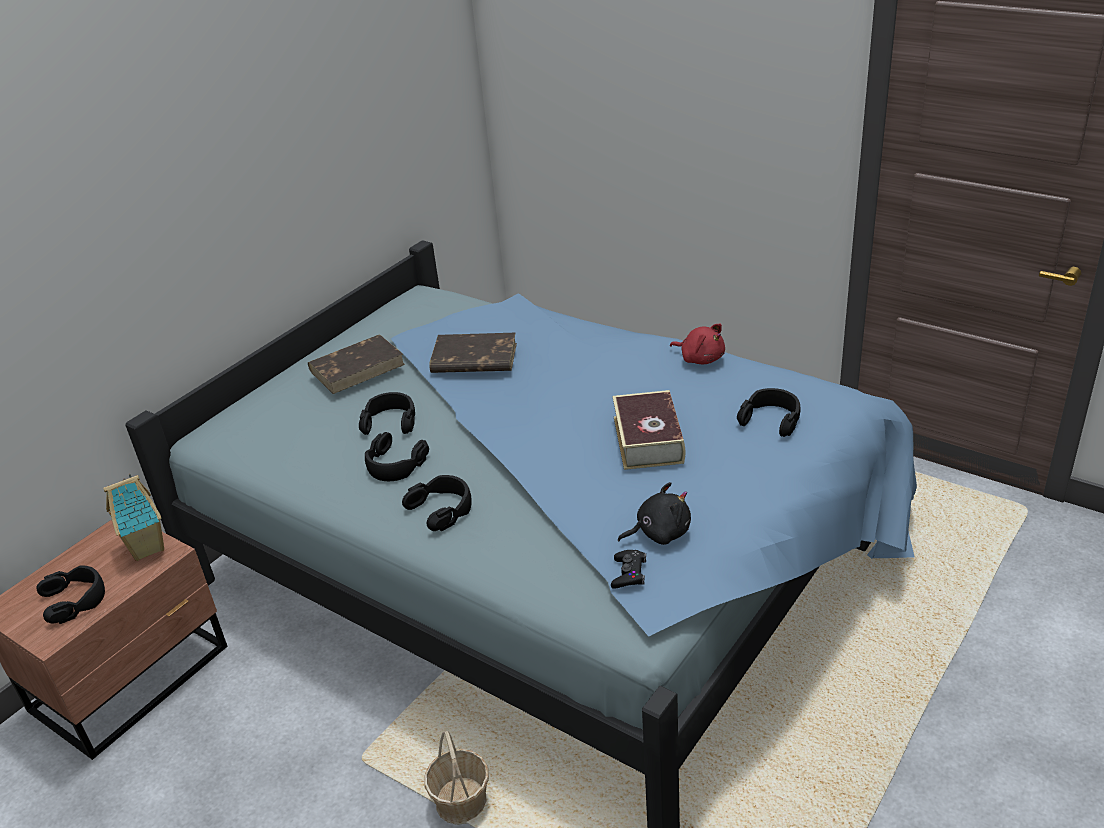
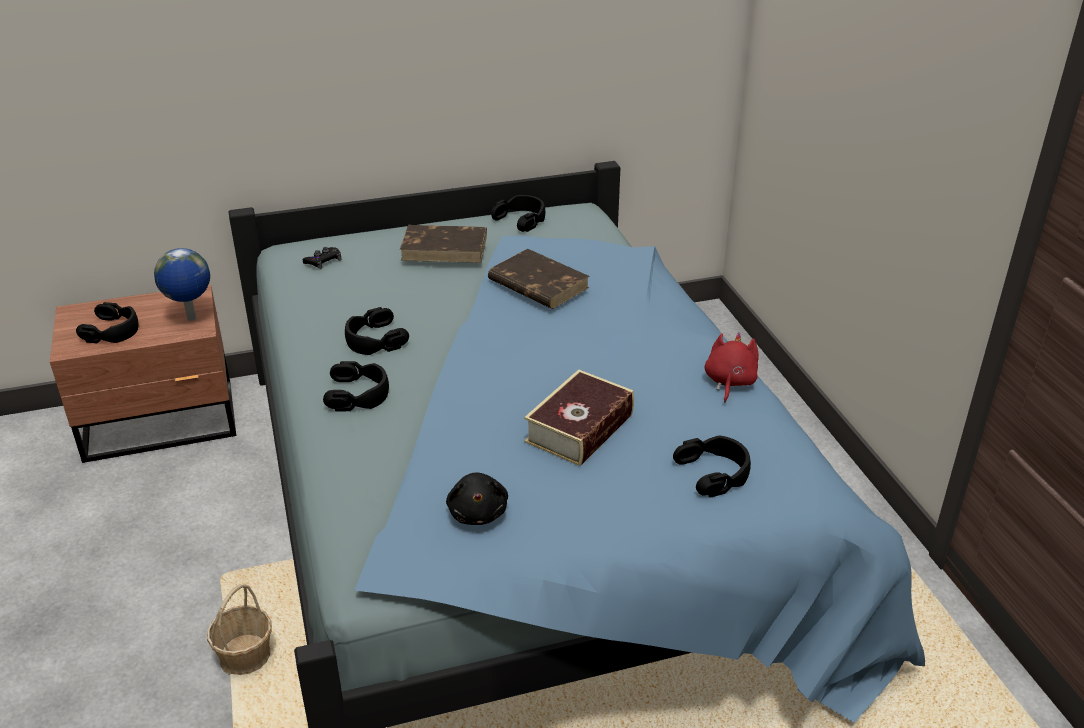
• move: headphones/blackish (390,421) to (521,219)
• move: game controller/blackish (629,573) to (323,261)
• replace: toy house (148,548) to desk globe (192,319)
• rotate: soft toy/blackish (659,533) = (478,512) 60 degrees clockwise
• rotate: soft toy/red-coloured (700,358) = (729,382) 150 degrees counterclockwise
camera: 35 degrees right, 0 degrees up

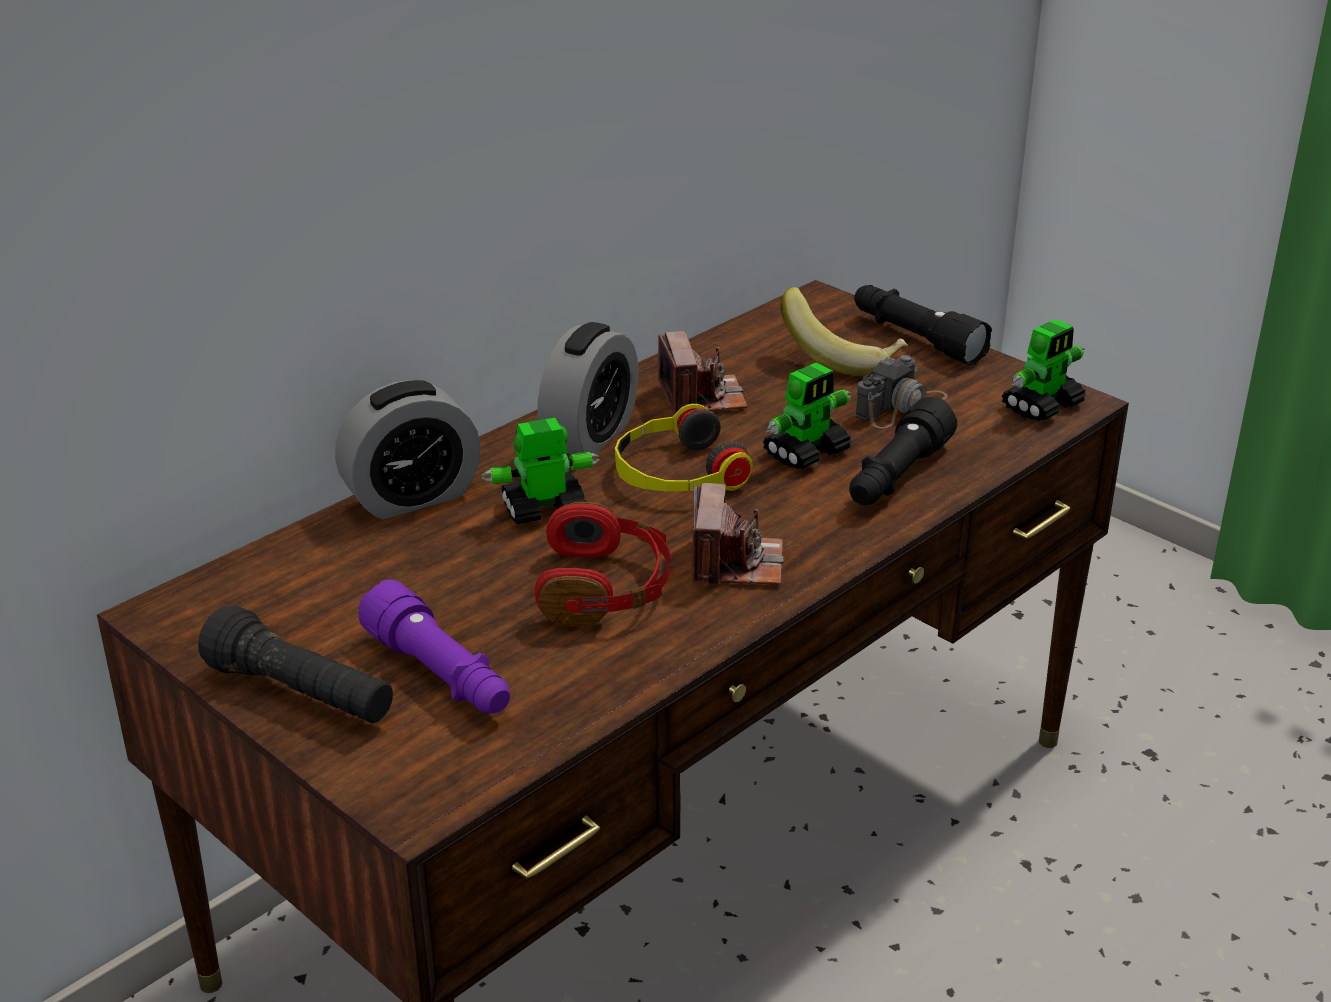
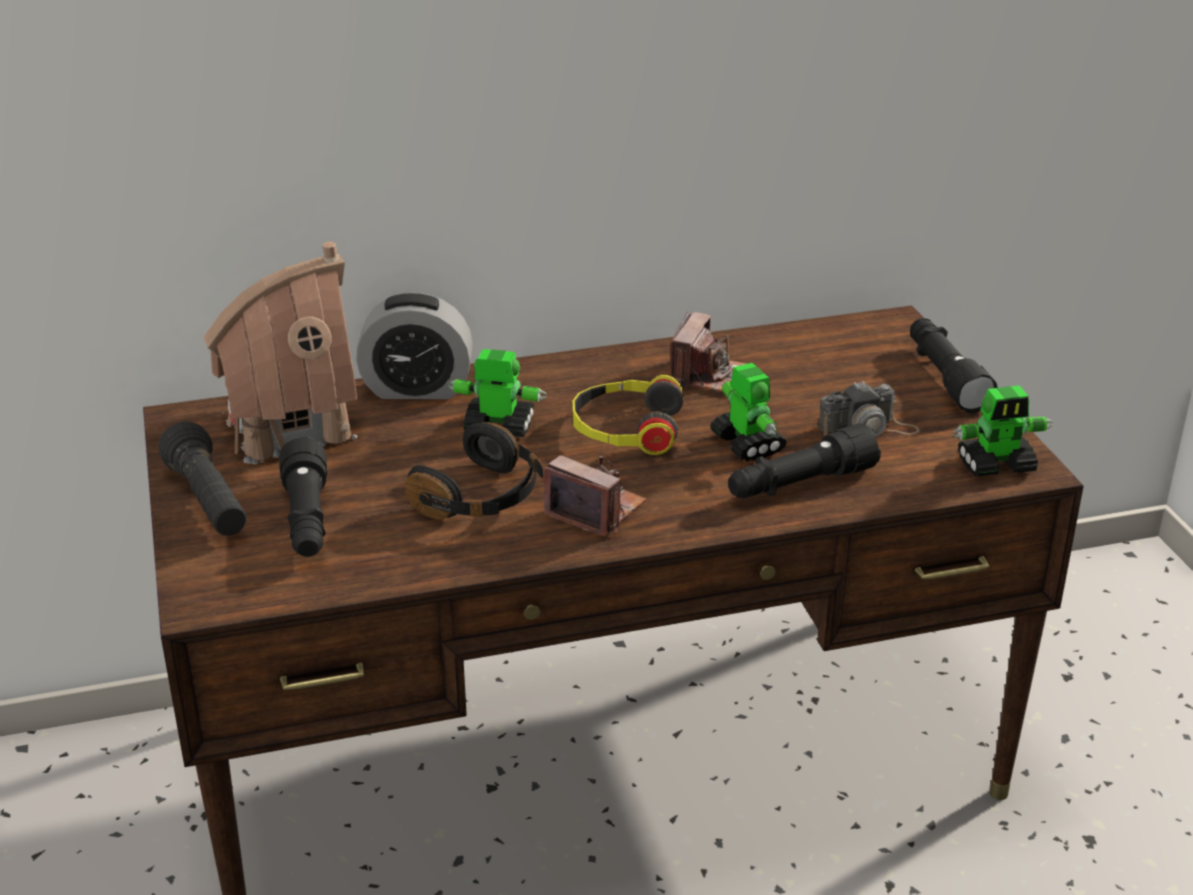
• delete: alarm clock (590,436)
• delete: banana fruit (842,358)
• insert: toy house (290,426)
• recolor: flashlight/purple (440,675) to flashlight/blackish (307,520)
• recolor: headphones/red-coloured (606,588) to headphones/blackish (481,498)
• rotate: still camera (735,563) = (596,510) 90 degrees counterclockwise
• rotate: model robot (807,452) = (747,443) 105 degrees counterclockwise
camera: 30 degrees right, 0 degrees up

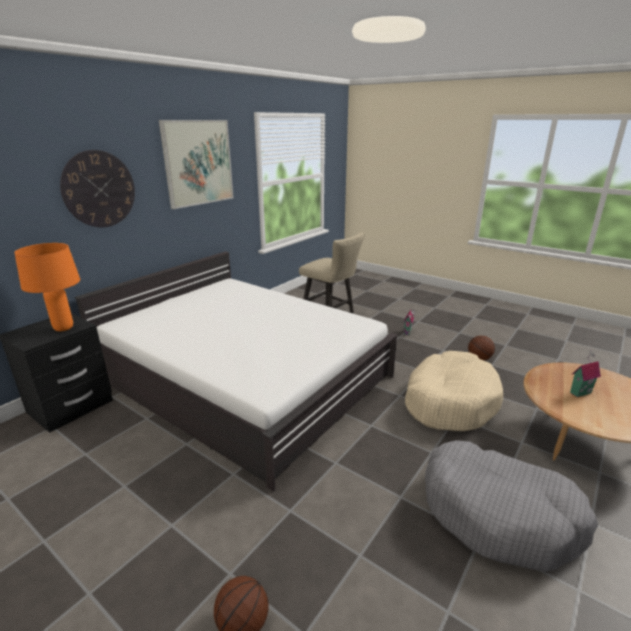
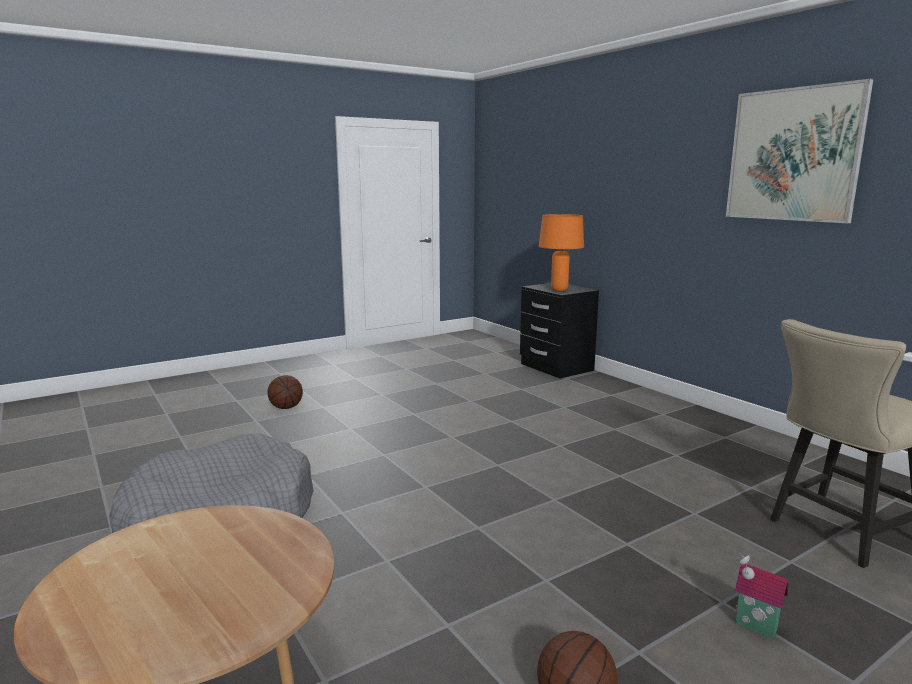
• delete: hanging clock (99,189)
• delete: bedroom bed/white-coloured (245,378)
• delete: dog bed/beige (449,401)
• delete: toy house (579,392)
camera: 110 degrees right, 10 degrees down

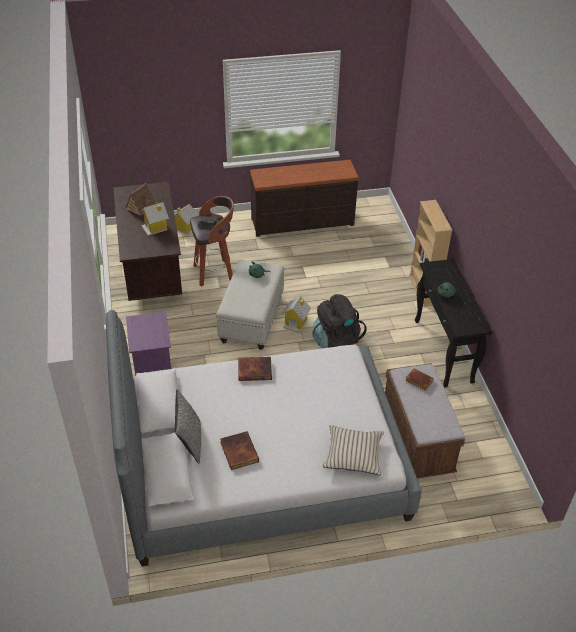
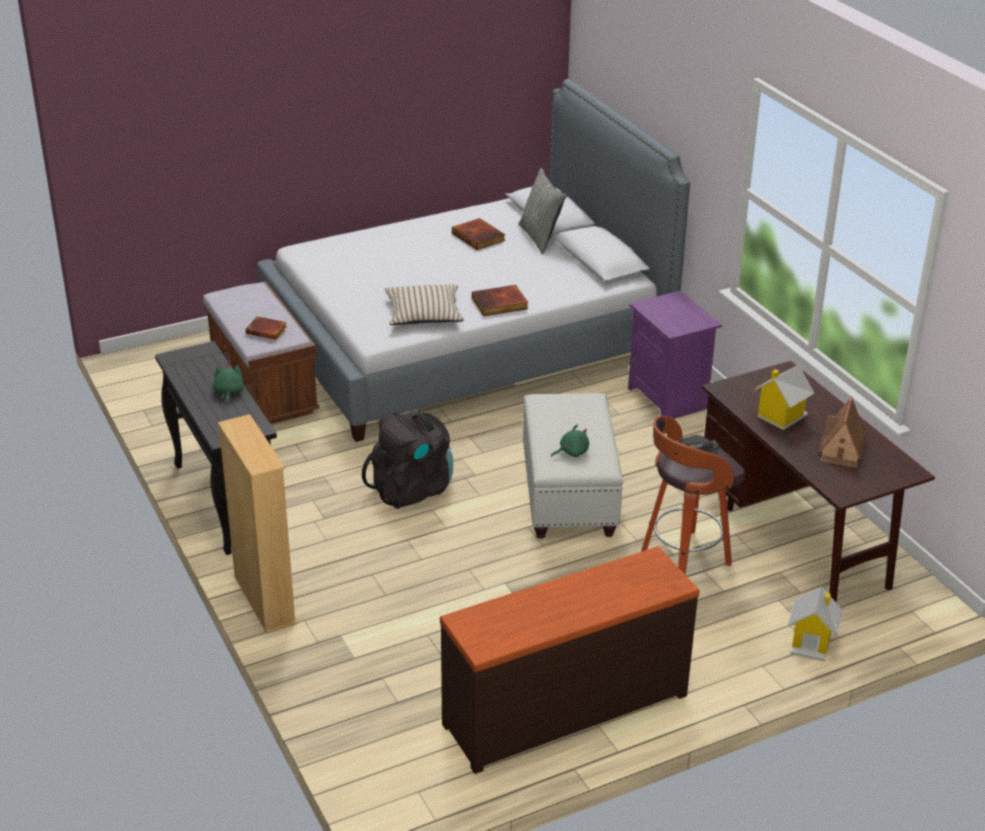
• delete: toy house (296,323)
• move: throw pillow/beige (353,454) to (424,313)
camera: 165 degrees right, 10 degrees down

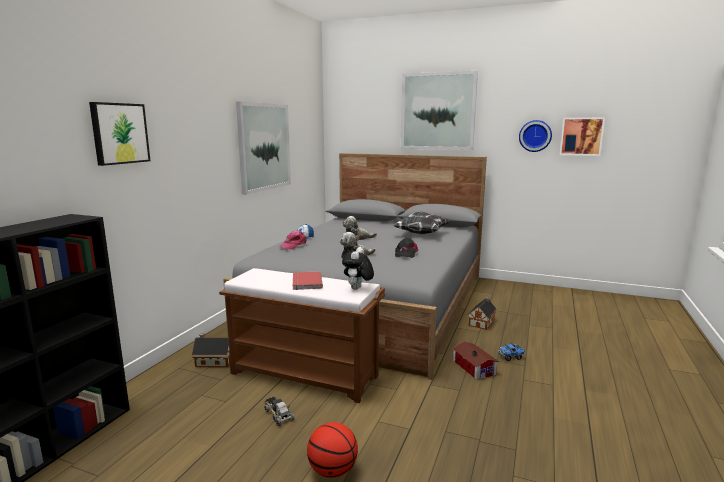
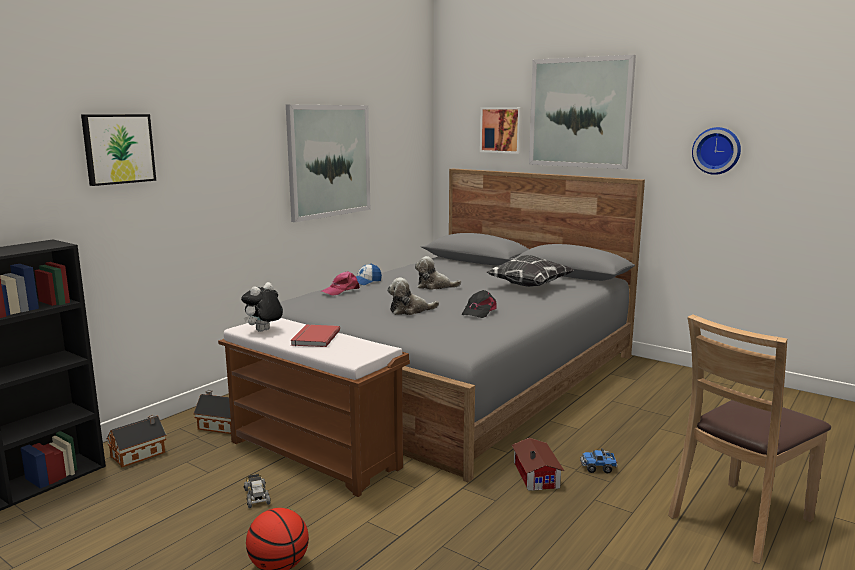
• insert: upright chair/brownish (740,519)
• move: soft toy (357,289) to (264,331)
• move: toy house (482,322) to (140,454)
• move: wall art (581,136) to (502,130)
camera: 15 degrees right, 0 degrees up

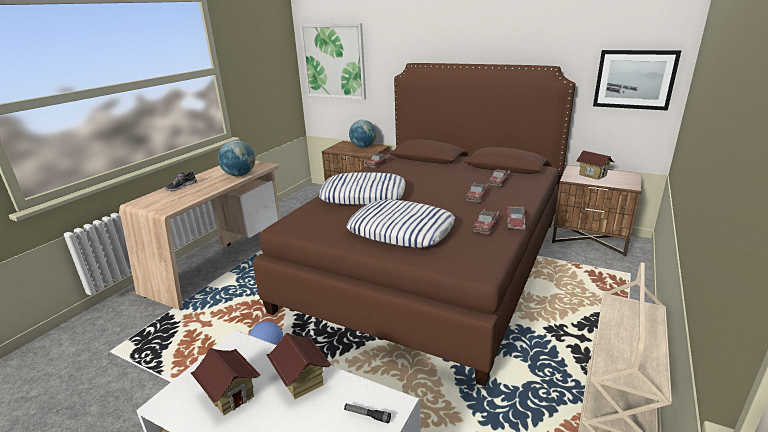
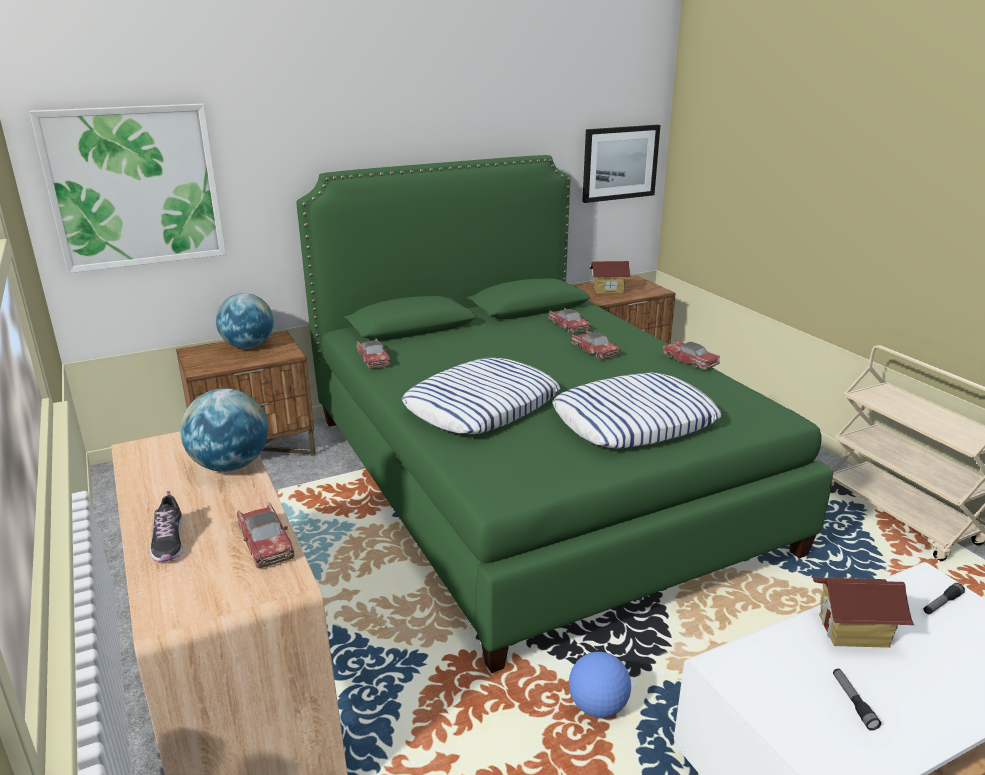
• move: toy car (486,226) to (265,543)
• replace: toy house (230,394) to flashlight (853,702)
• recolor: bedroom bed/brownish (429,262) to bedroom bed/green-coloured (530,479)
camera: 55 degrees left, 0 degrees up

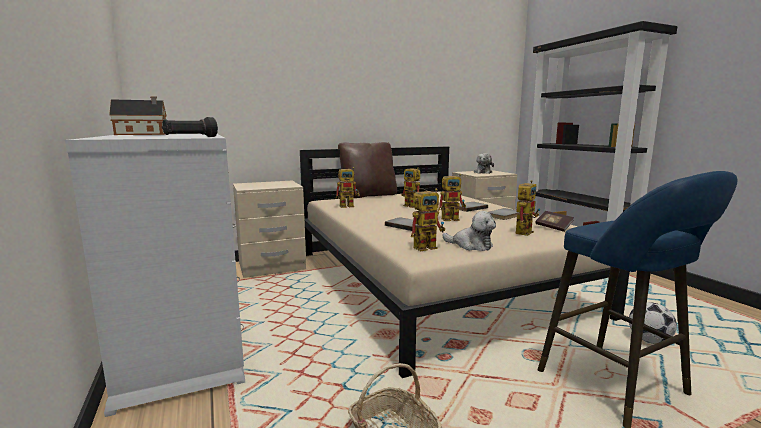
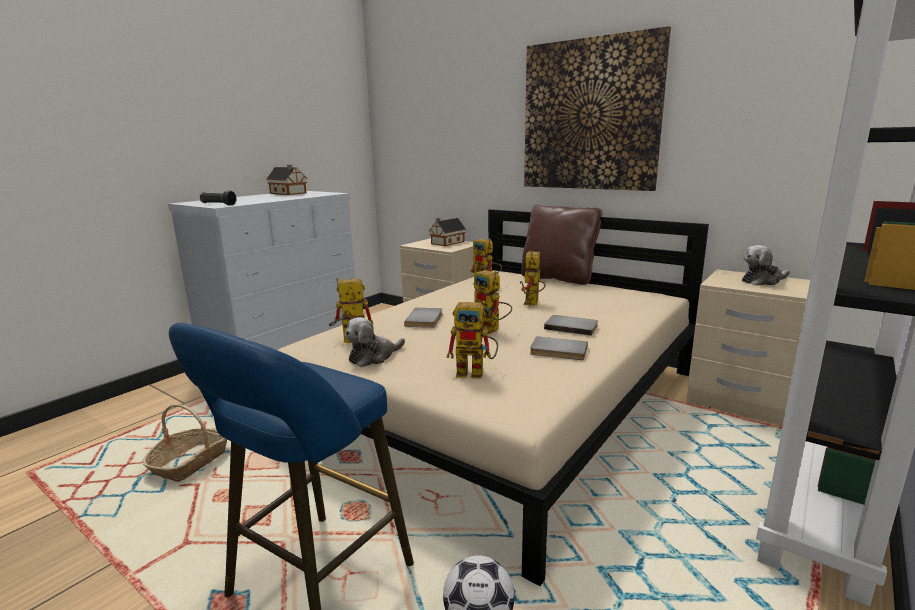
• delete: bound book (553,227)
• insert: toy house (446,243)
• insert: wall art (590,115)
• rotate: model robot (428,246) = (349,341) 135 degrees clockwise
• rotate: soft toy (471,245) = (373,357) 45 degrees clockwise
camera: 60 degrees right, 5 degrees up

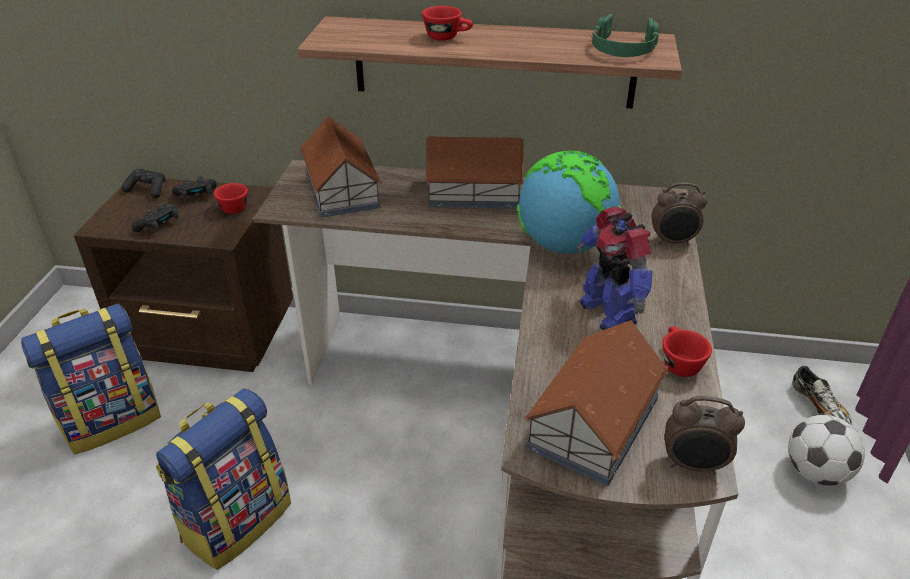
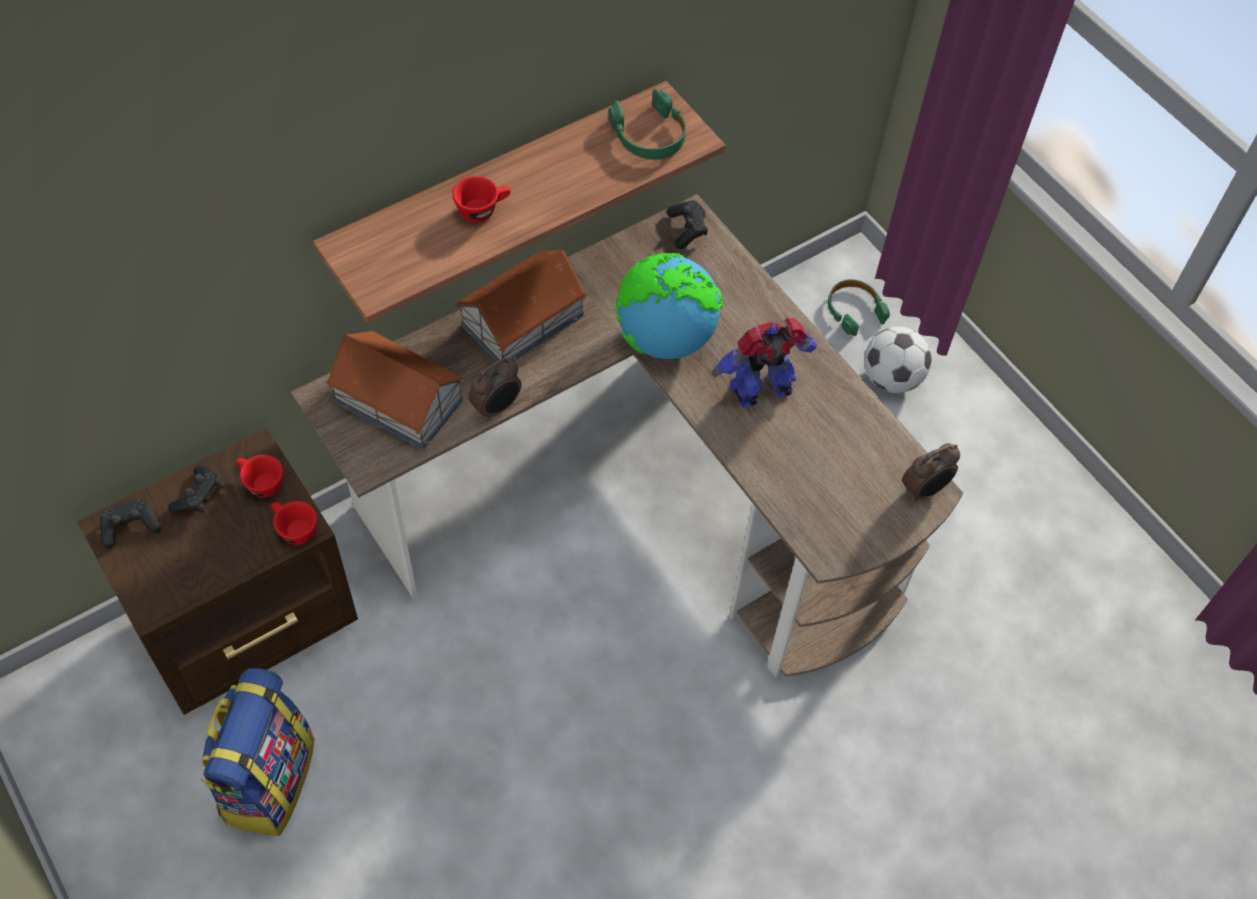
• delete: backpack (236,520)
• delete: toy house (592,423)
• move: game controller/blackish (159,225) to (687,229)
• move: alarm clock (673,242) to (497,408)
• move: cup/red-coloured (678,362) to (294,529)
• replace: item of footwear (818,408) to headphones/green-coloured (854,310)
• rotate: model robot (608,312) = (763,391) 135 degrees clockwise
camera: 45 degrees left, 20 degrees up

